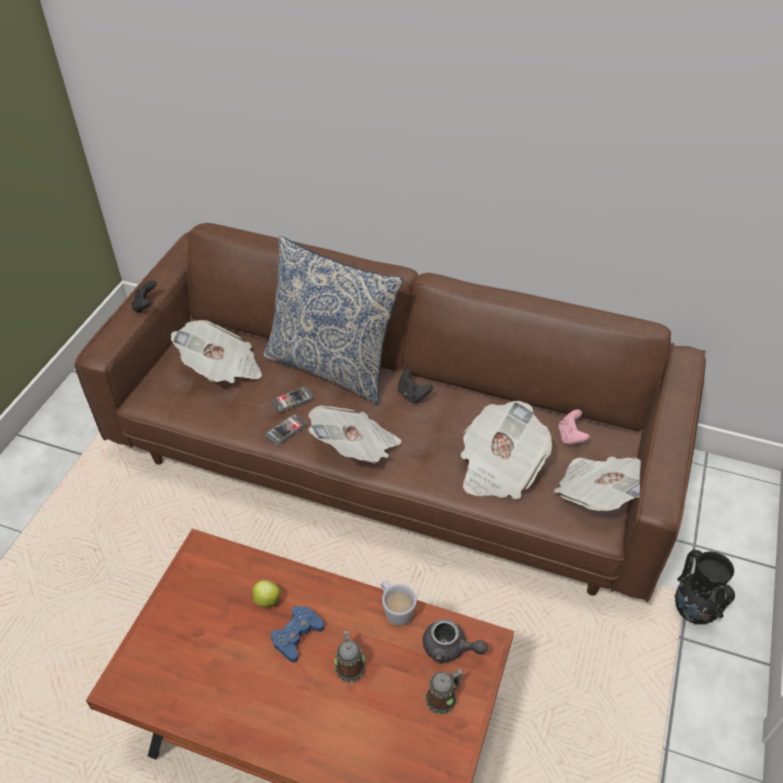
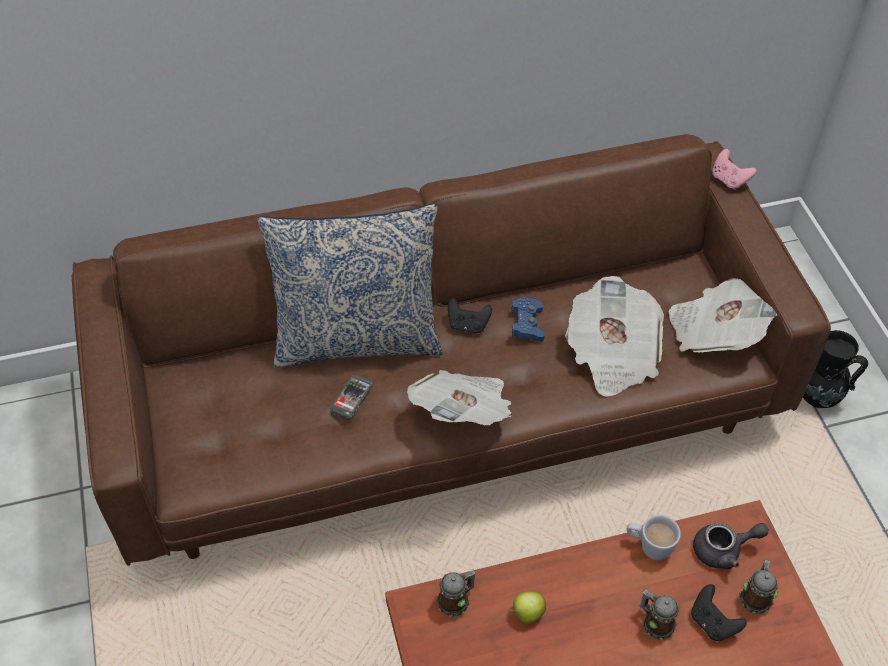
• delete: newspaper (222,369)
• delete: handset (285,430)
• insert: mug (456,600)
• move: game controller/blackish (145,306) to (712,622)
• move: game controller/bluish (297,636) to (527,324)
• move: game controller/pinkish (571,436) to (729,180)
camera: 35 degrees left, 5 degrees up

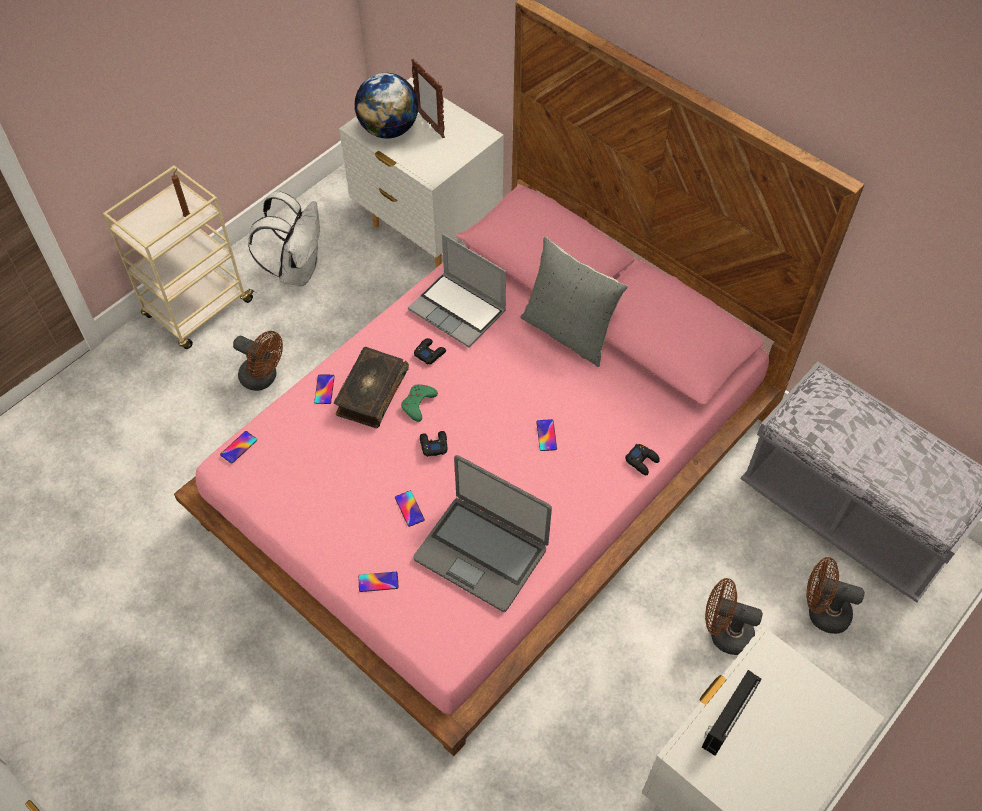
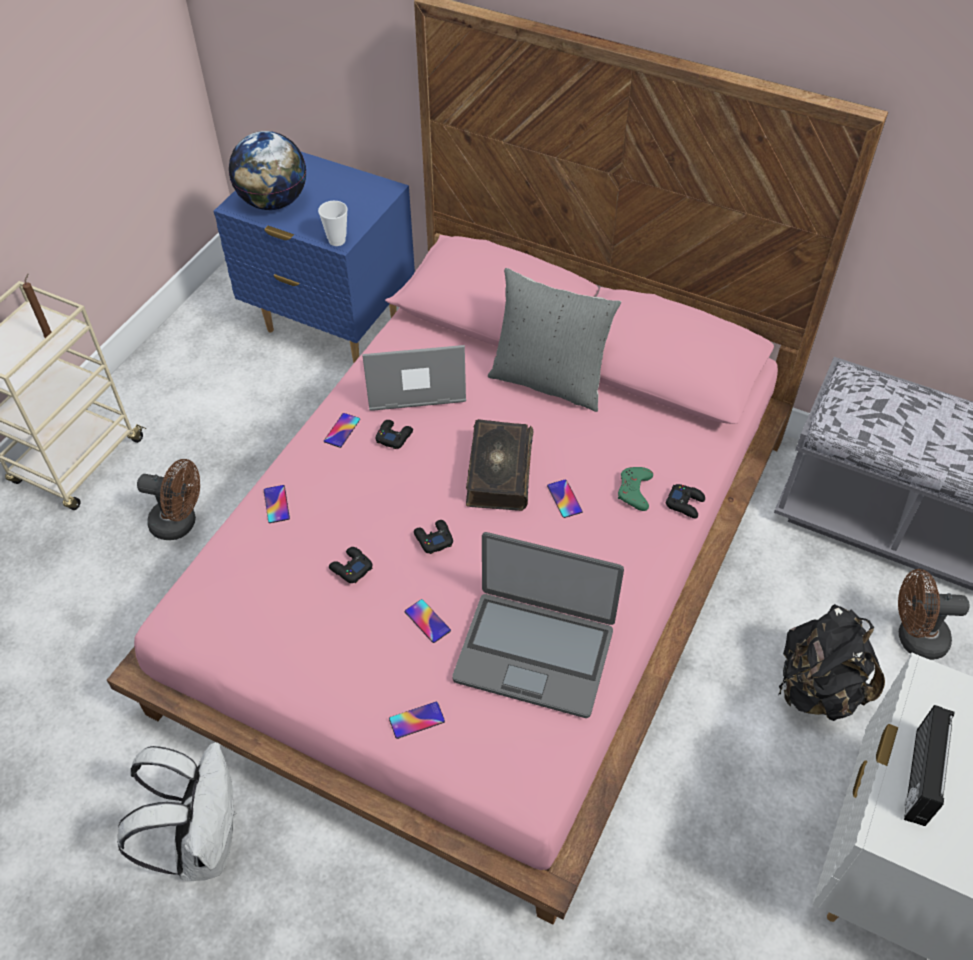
• delete: photo frame (430,124)
• insert: cup (337,240)
• insert: game controller/blackish (351,568)
• move: handset (239,447) to (342,430)
• move: backpack/white-coloured (297,270) to (204,841)
• move: bound book (371,393) to (498,473)
• move: game controller/green-coloured (418,404) to (634,491)
• replace: cooling fan/brownish (724,633) to backpack/blackish (817,689)
• recolor: night table/white-coloured (427,231) to night table/bluish (331,325)
• rotate: portable computer (459,311) = (413,383) 150 degrees clockwise
camera: 15 degrees left, 5 degrees down

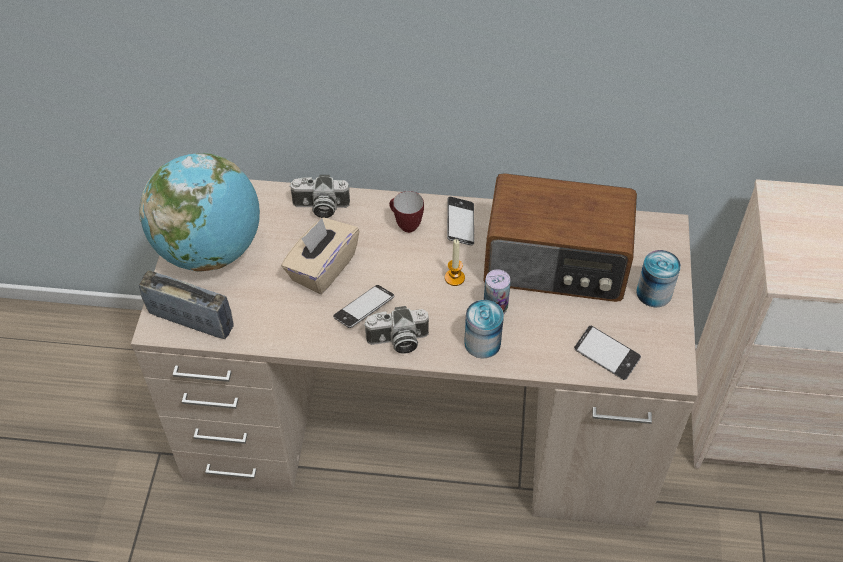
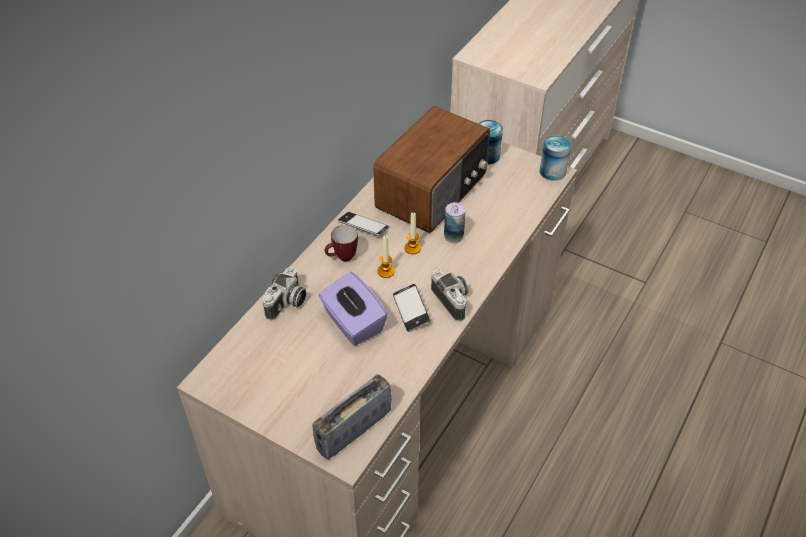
• delete: desk globe (210,250)
• delete: handset (606,355)
• insert: wax light (386,271)
• move: metal can (482,343) to (552,171)
• recolor: tissue box/beige (322,268) to tissue box/purple (353,323)
• rotate: still camera (397,341) = (453,301) 45 degrees counterclockwise
camera: 65 degrees left, 5 degrees down

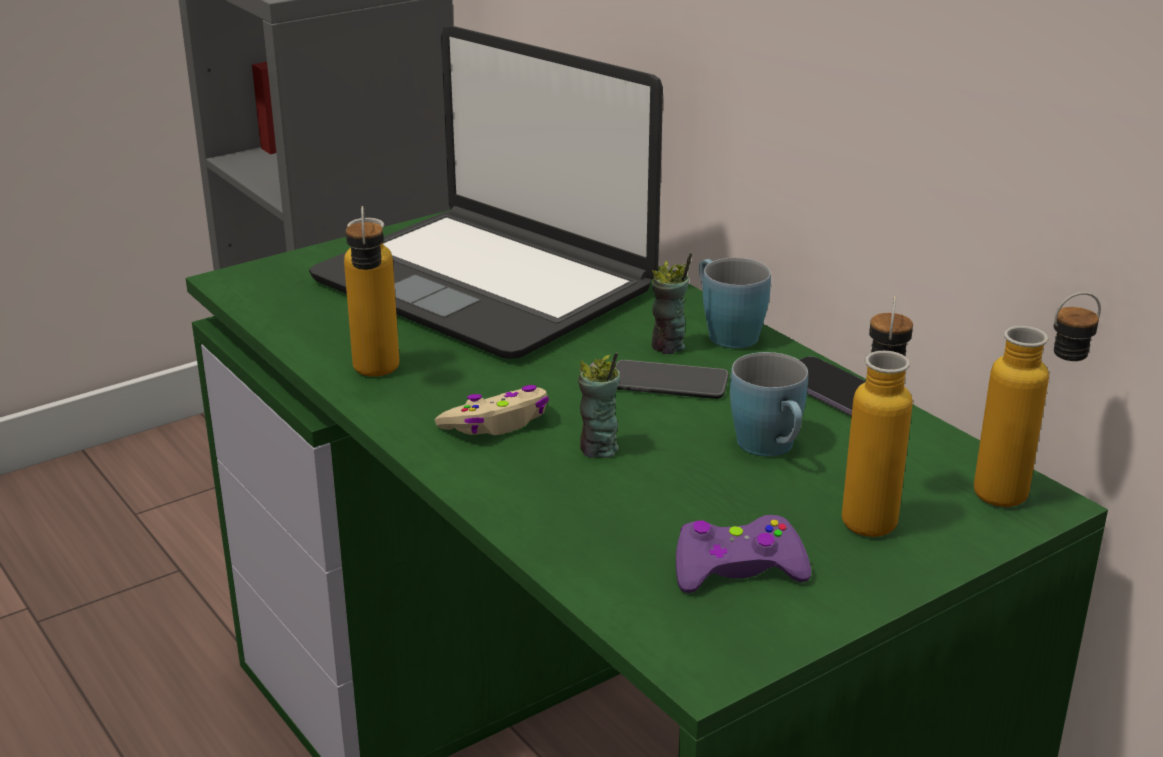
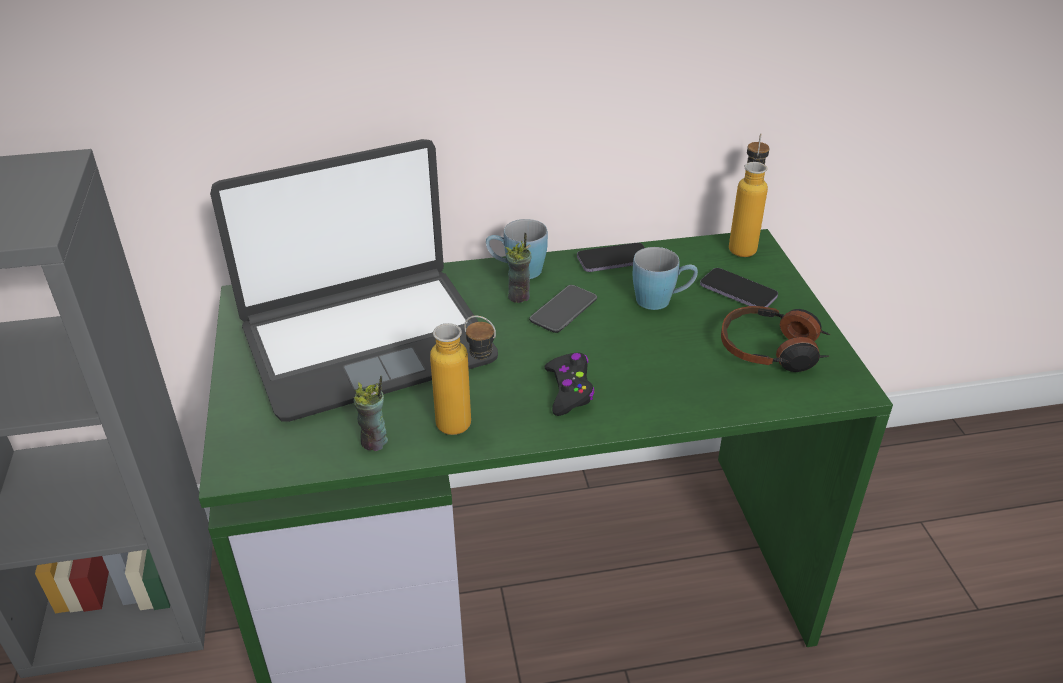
• move: cup (598,449) to (374,442)
• replace: game controller/purple (737,569) to headphones (772,350)
• replace: drink bottle (870,511) to handset (738,291)
• recolor: game controller/beige (497,423) to game controller/blackish (569,390)
camera: 65 degrees left, 10 degrees up

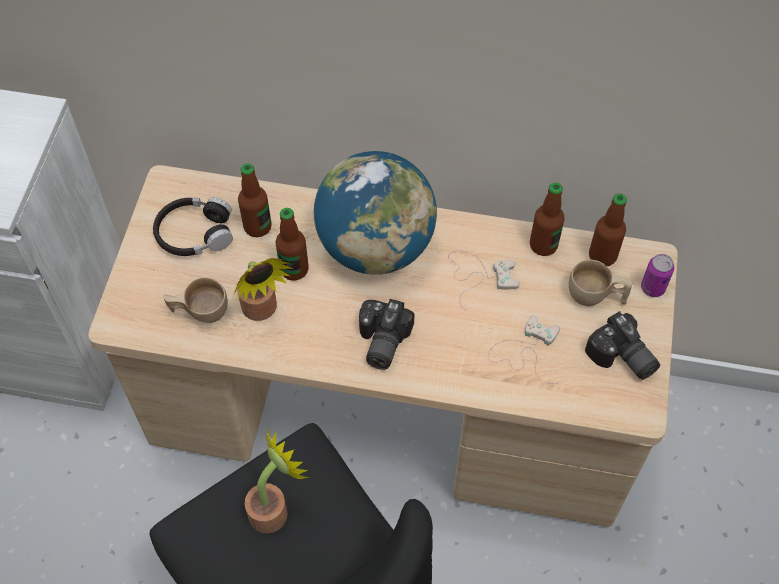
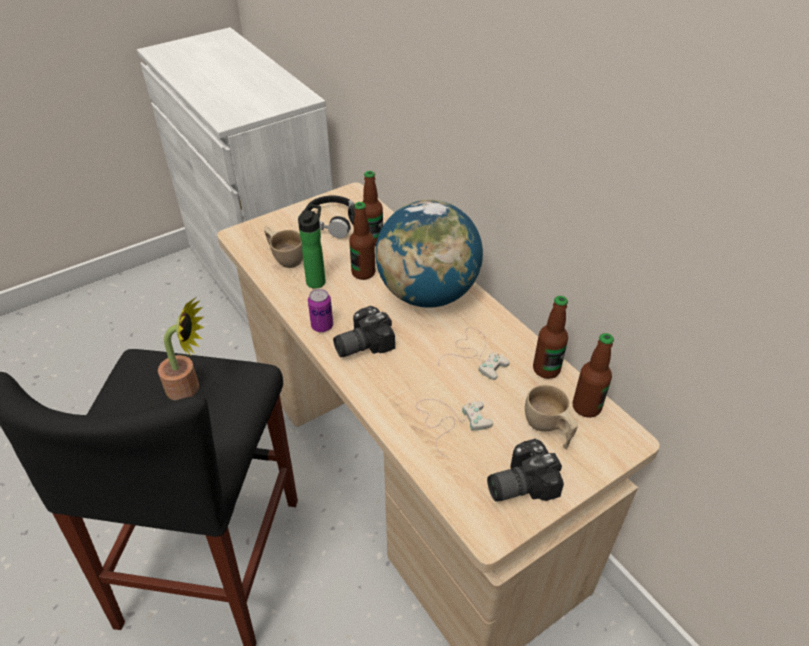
• move: metal can (652,288) to (322,326)
• replace: potted plant (262,311) to drink bottle (317,280)
• rotate: still camera (621,358) = (518,483) 60 degrees clockwise
camera: 45 degrees right, 15 degrees down

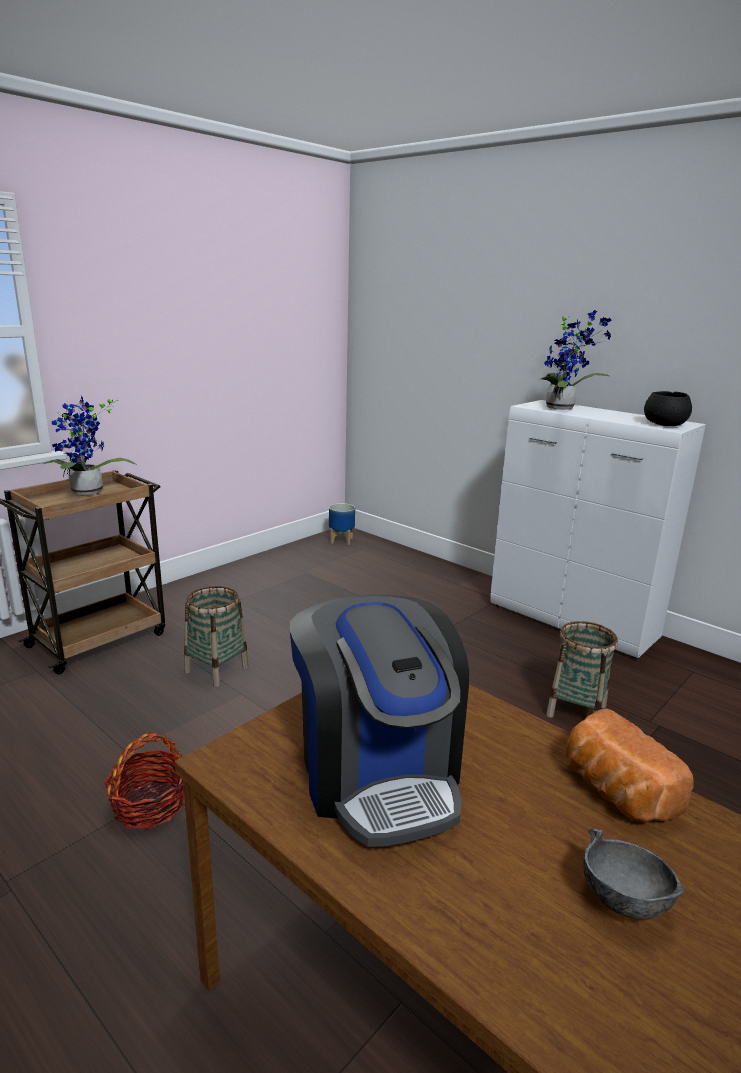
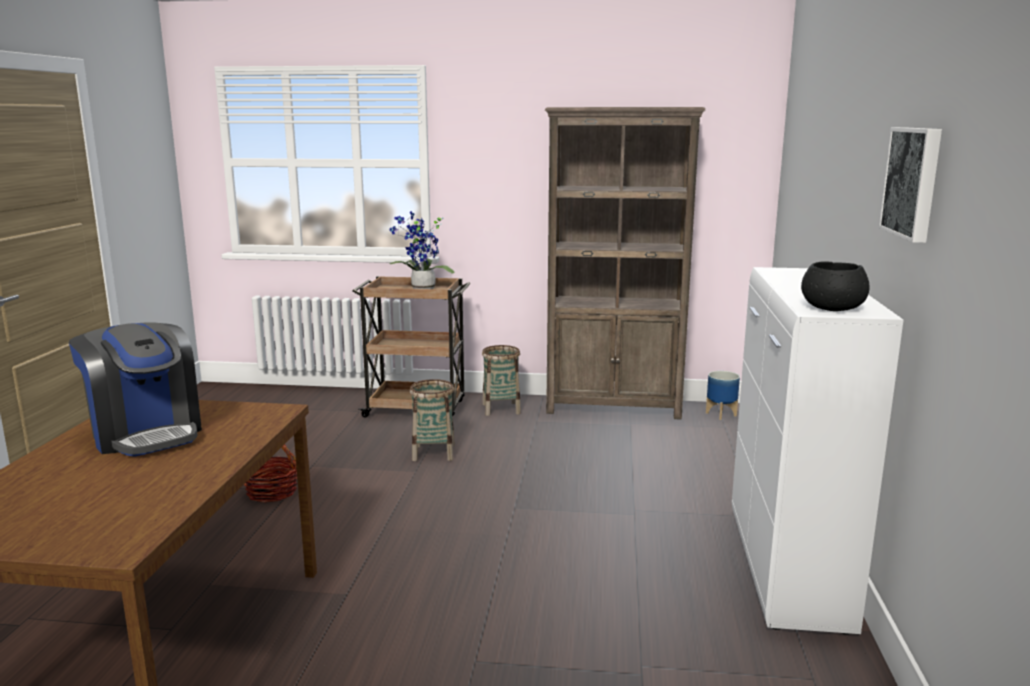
• delete: potted plant (563,408)
• delete: baked bread (614,791)
• delete: bowl/gray (624,899)
• insert: bookshelf/brownish (614,407)
• insert: wall art (914,182)
• move: household basket (576,710) to (501,409)
• rotate: coffee maker (377,772) = (146,434) 75 degrees counterclockwise
camera: 55 degrees right, 5 degrees down

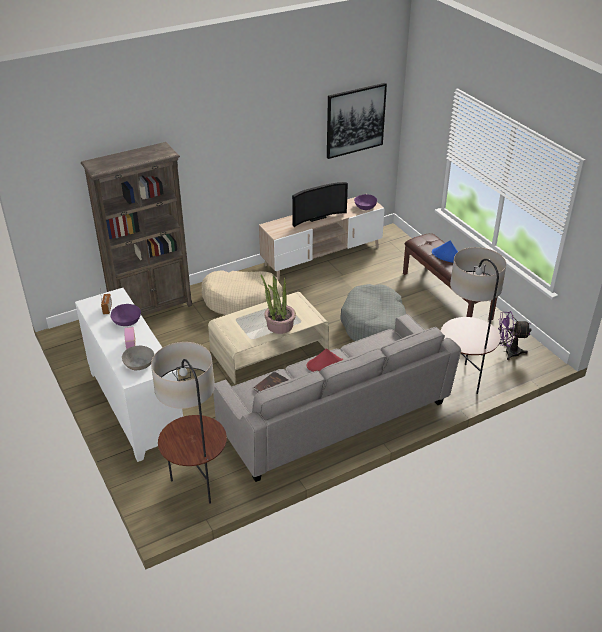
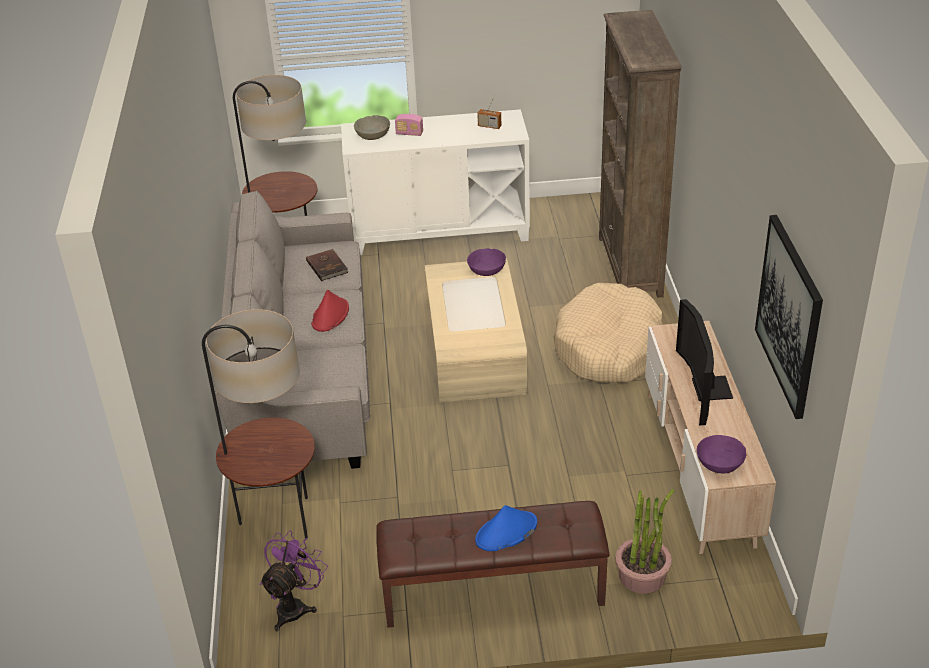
• delete: dog bed/gray (375,325)
• move: bowl/purple (127,321) to (486,269)
• move: potted plant (279,325) to (642,575)
camera: 115 degrees right, 0 degrees up

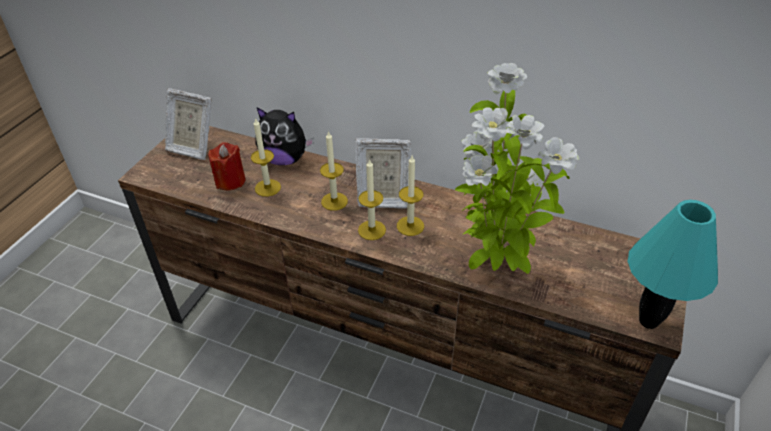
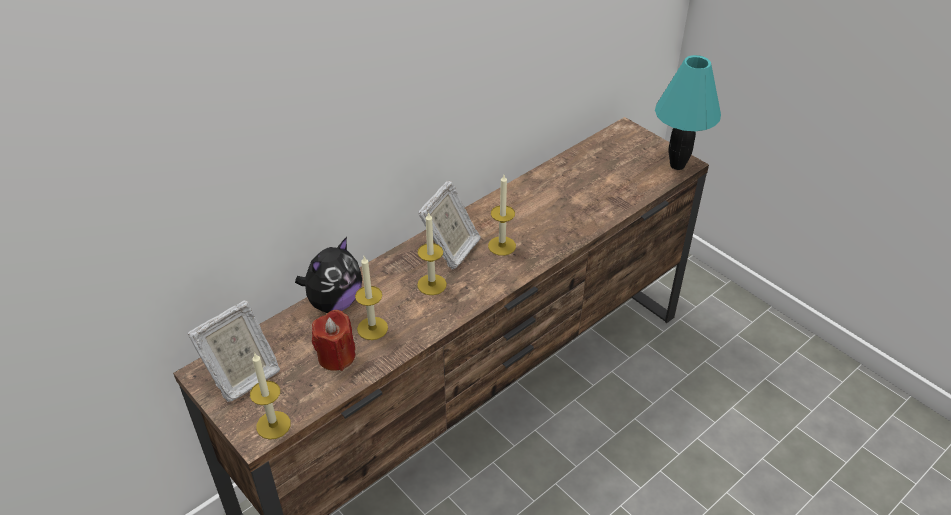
• delete: potted plant (494,268)
• move: wax light (372,230) to (273,425)
camera: 65 degrees left, 0 degrees up

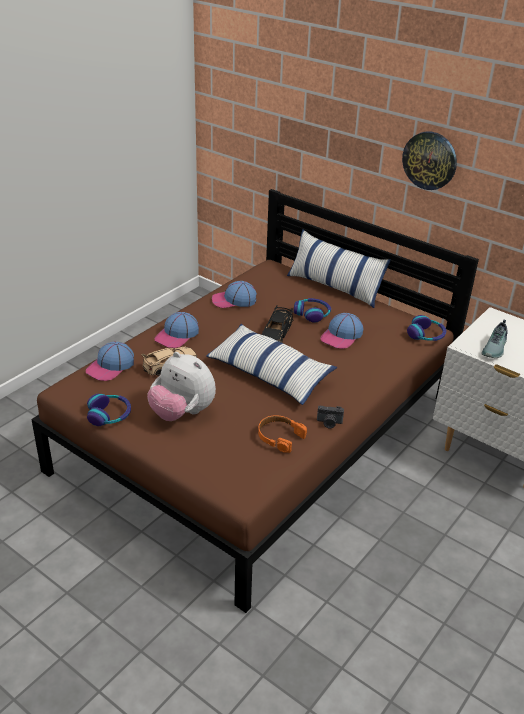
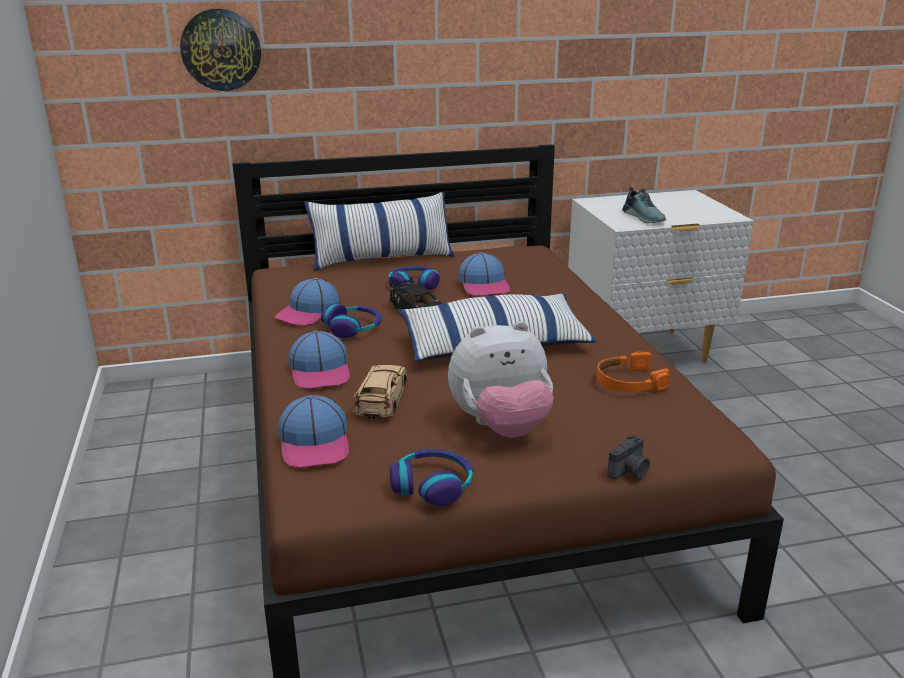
• move: still camera (329,423) to (630,472)
• move: hanging clock (430,160) to (221,50)
• move: headphones (426,335) to (353,328)
camera: 50 degrees left, 10 degrees down

